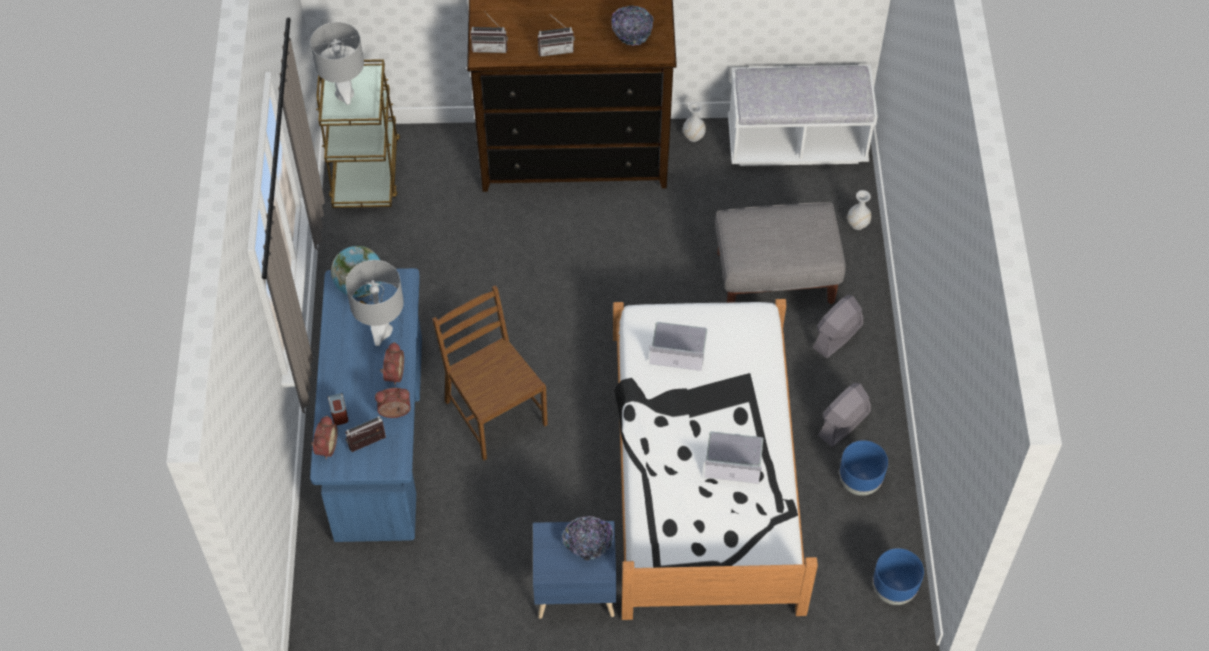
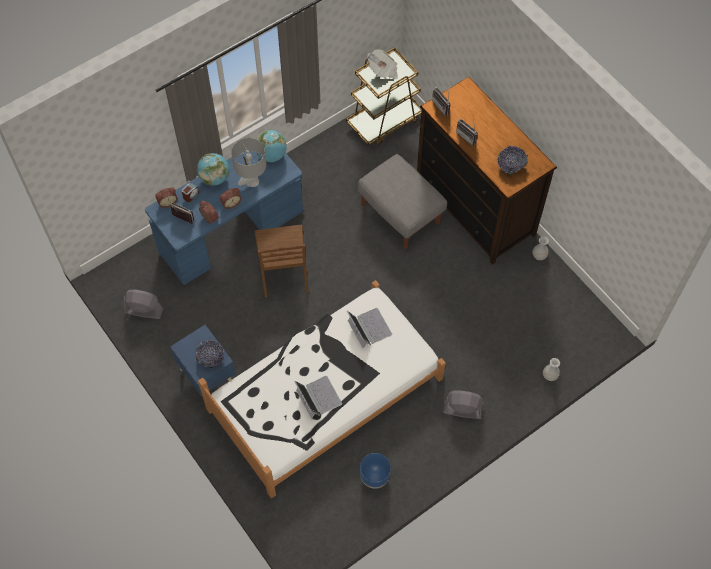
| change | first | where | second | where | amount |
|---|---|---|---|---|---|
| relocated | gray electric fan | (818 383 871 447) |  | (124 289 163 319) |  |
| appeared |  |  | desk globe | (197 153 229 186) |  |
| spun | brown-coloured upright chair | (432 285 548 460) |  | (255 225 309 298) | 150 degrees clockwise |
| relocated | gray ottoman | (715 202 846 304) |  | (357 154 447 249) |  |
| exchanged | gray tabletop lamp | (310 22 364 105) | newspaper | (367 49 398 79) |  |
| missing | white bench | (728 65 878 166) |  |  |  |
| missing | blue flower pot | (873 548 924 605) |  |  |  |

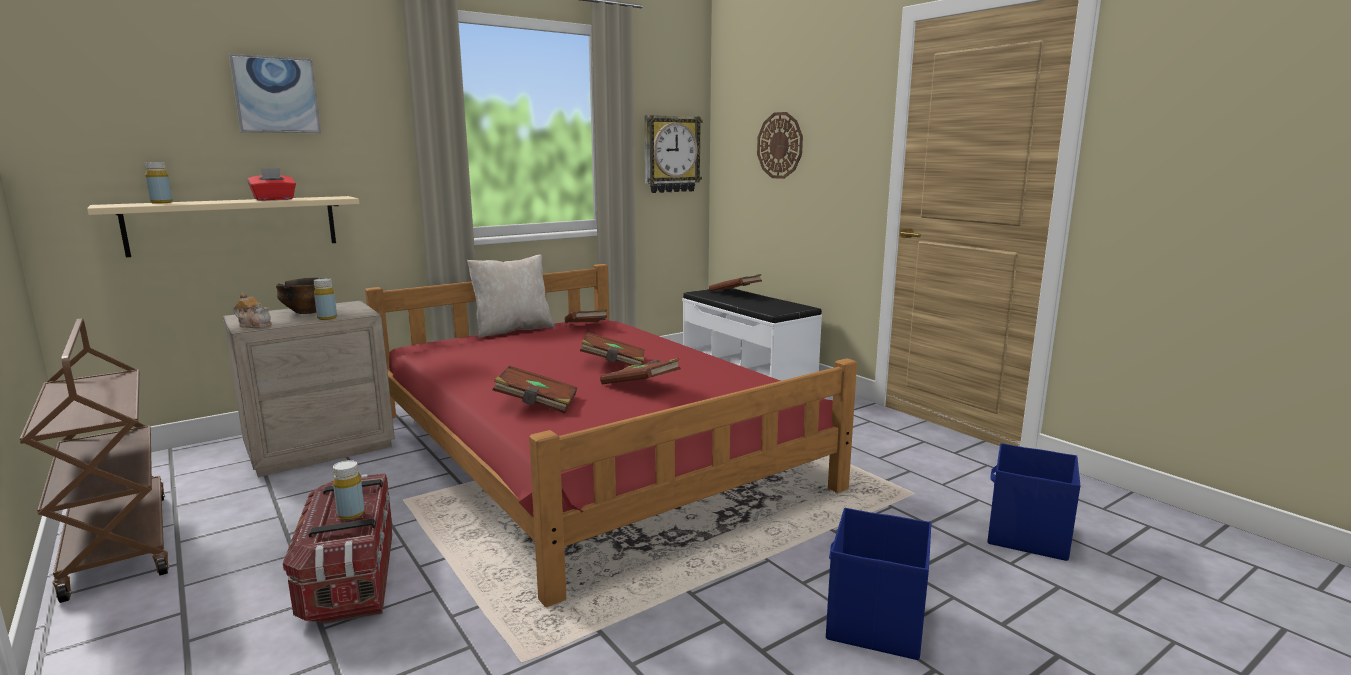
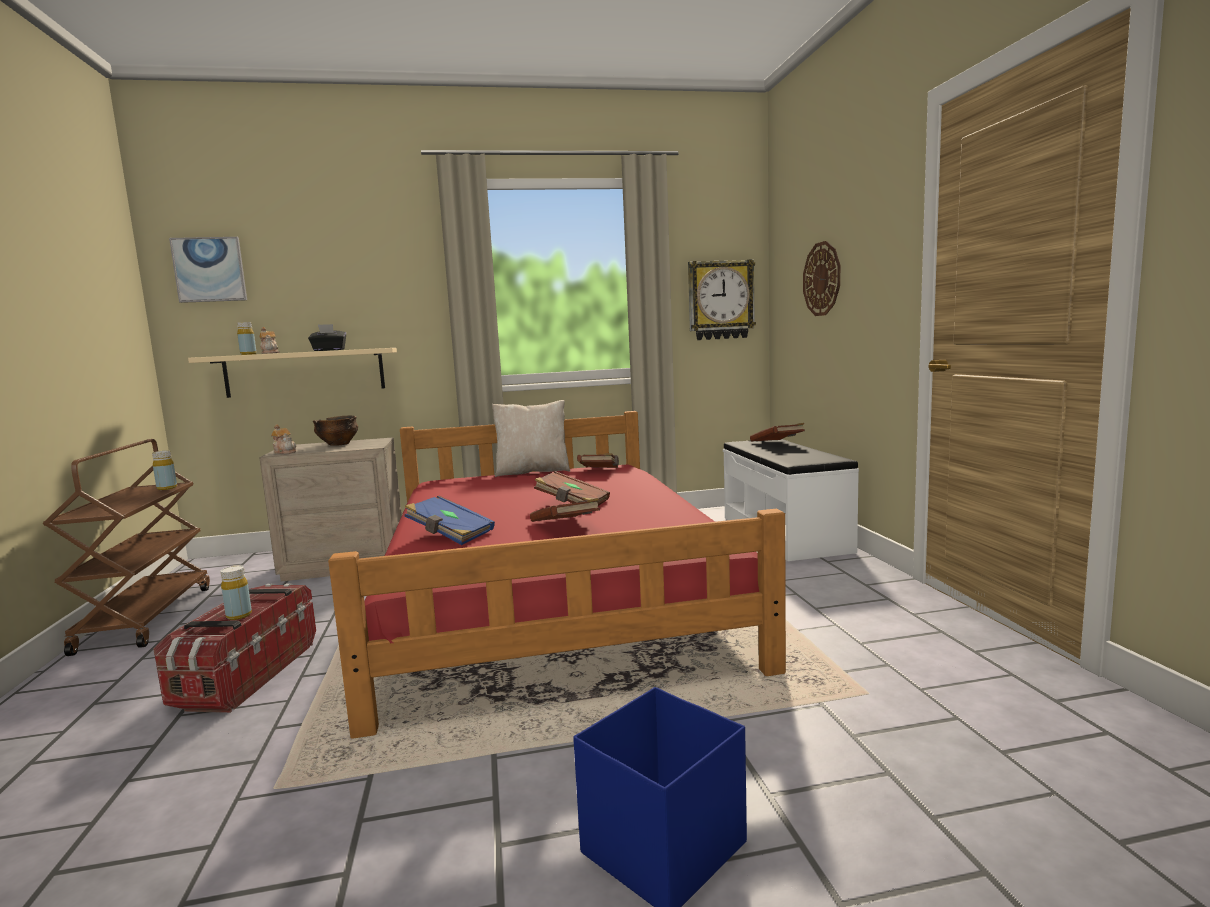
| change | first | where | second | where | amount |
|---|---|---|---|---|---|
| relocated | yellow bottle | (314 278 337 320) |  | (152 450 177 490) |  |
| relocated | wall art | (229 54 321 133) |  | (169 237 247 303) |  |
| appeared |  |  | tea pot | (260 327 280 354) |  |
| colour | red box of tissues | (247 168 296 200) | black box of tissues | (308 324 346 351) |  |
| colour | brown-coloured book | (493 366 577 414) | blue book | (405 496 495 545) |  |
| missing | blue storage box | (988 443 1080 561) |  |  |  |

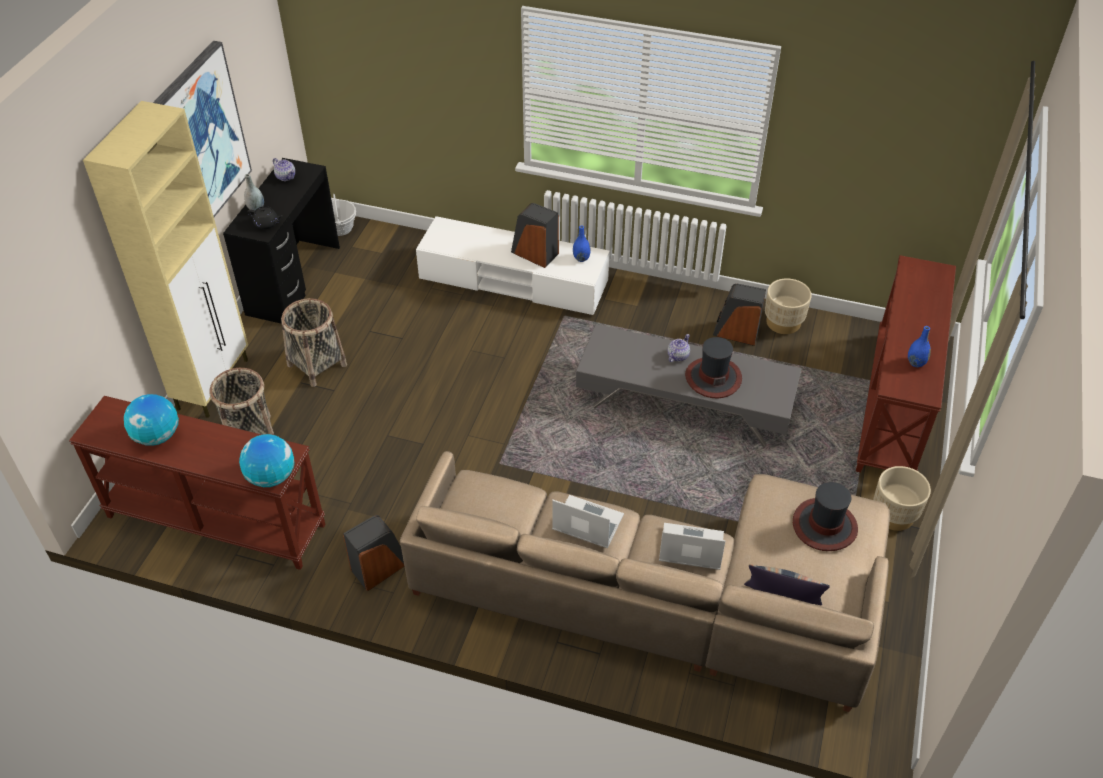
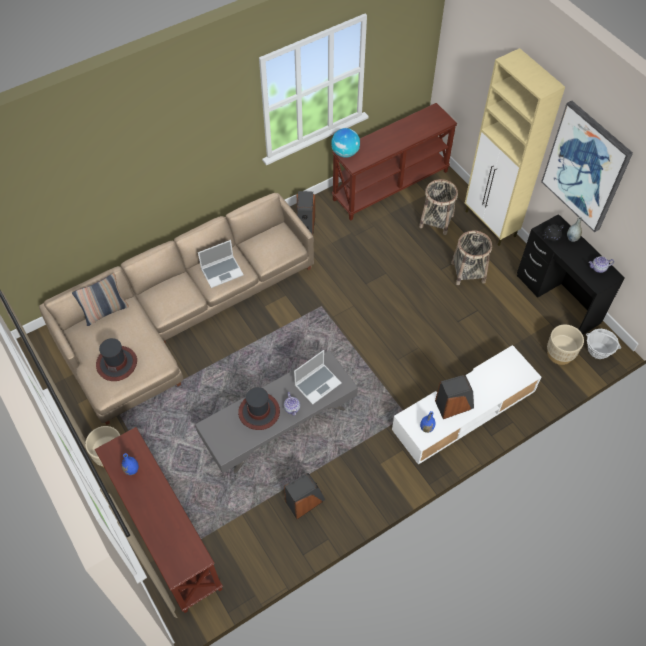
| change | first | where | second | where | amount |
|---|---|---|---|---|---|
| relocated | notebook computer | (659 523 726 570) |  | (294 350 342 405) |  |
| relocated | beige-coloured flower pot | (765 278 812 334) |  | (547 325 584 365) |  |
| missing | desk globe | (124 394 179 446) |  |  |  |

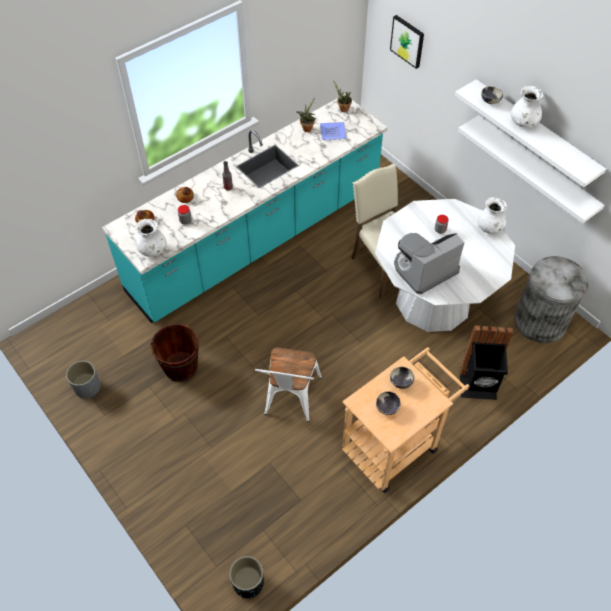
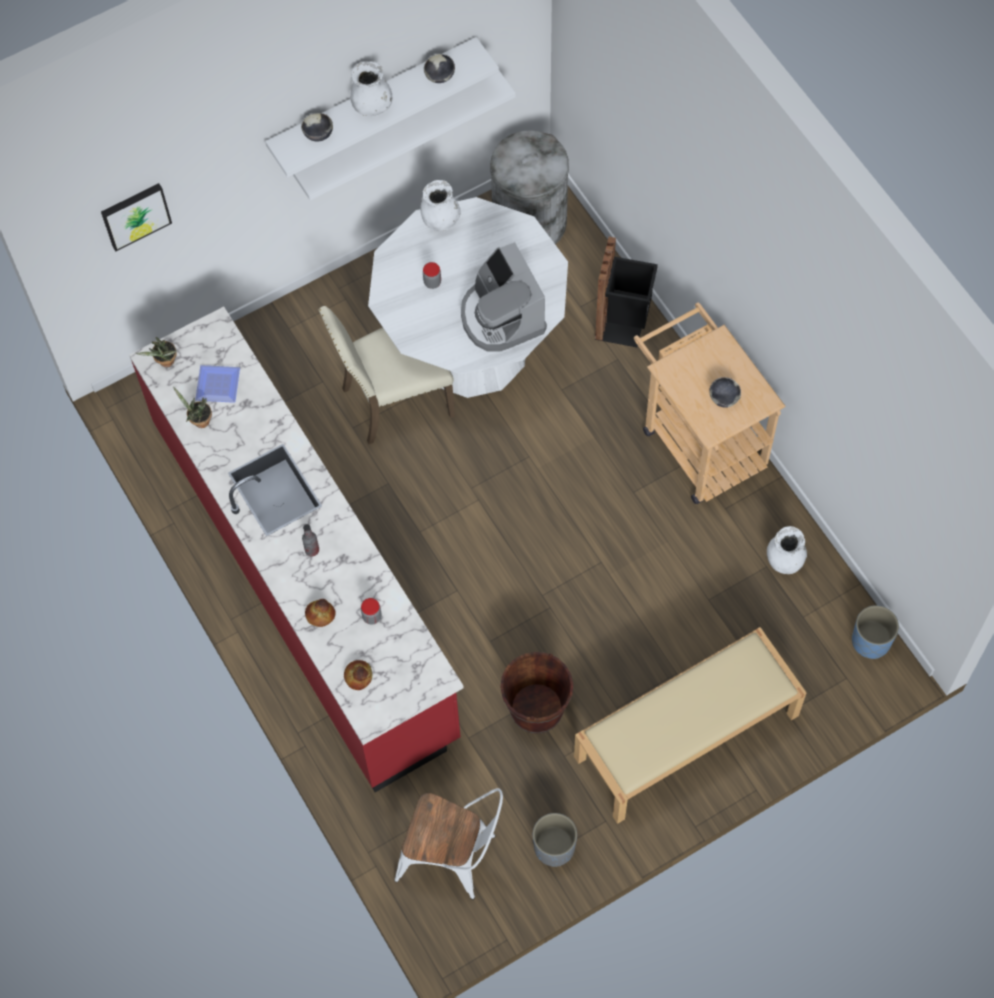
| change | first | where | second | where | amount |
|---|---|---|---|---|---|
| colour | turquoise kitchen counter | (102 94 388 323) | red kitchen counter | (129 307 464 792) |  |
| relocated | white upright chair | (255 347 322 422) |  | (394 788 503 900) |  |
| relocated | deep dish | (390 367 414 389) |  | (424 54 455 83) |  |
| appeared |  |  | beige-coloured bench | (574 627 807 824) |  |
| relocated | white vase | (135 219 167 257) |  | (767 526 807 574) |  |
| colour | black flower pot | (229 556 264 598) | blue flower pot | (852 605 899 659) |  |

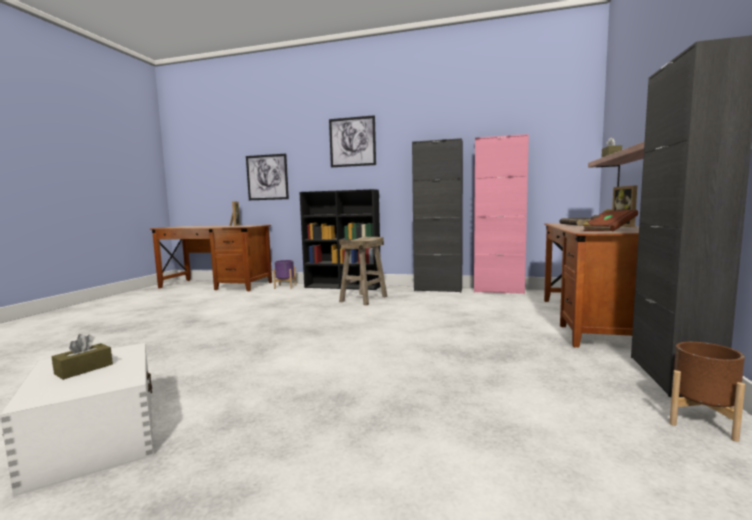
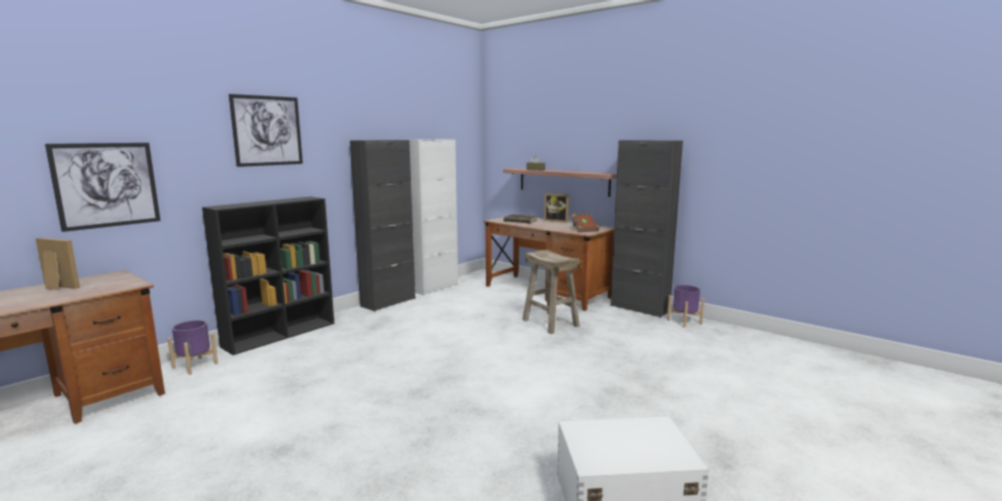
| change | first | where | second | where | amount |
|---|---|---|---|---|---|
| colour | pinkish cabinet | (474 134 529 294) | white cabinet | (409 139 458 295) |  |
| relocated | beige-coloured sitting stool | (339 237 388 306) |  | (522 249 580 334) |  |
| colour | brown-coloured flower pot | (670 342 745 442) | purple flower pot | (667 285 704 328) |  |
| missing | brown-coloured box of tissues | (52 334 113 380) |  |  |  |

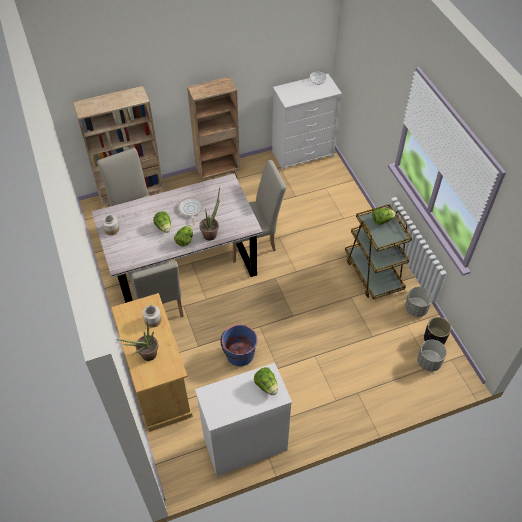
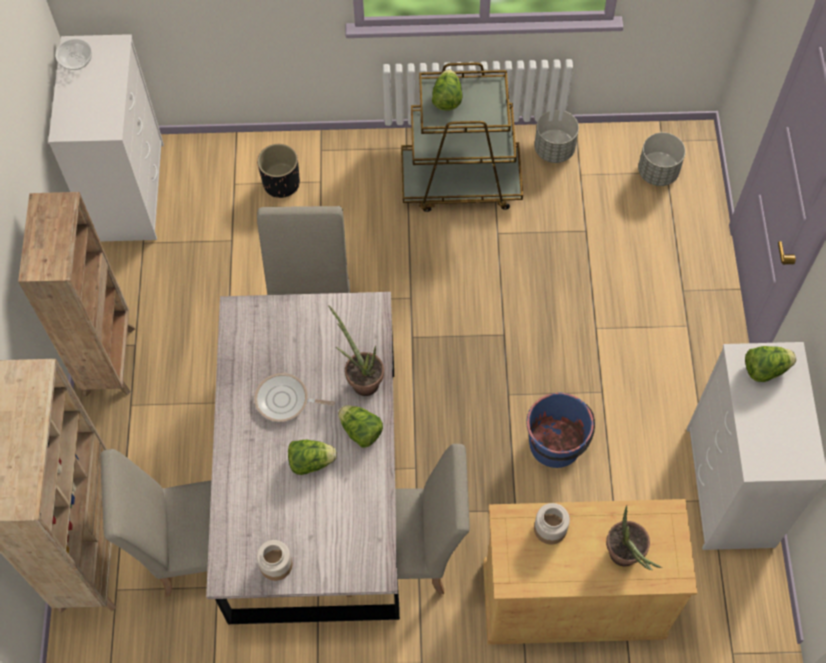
| change | first | where | second | where | amount |
|---|---|---|---|---|---|
| relocated | black flower pot | (424 317 451 345) |  | (257 144 300 198) |  |

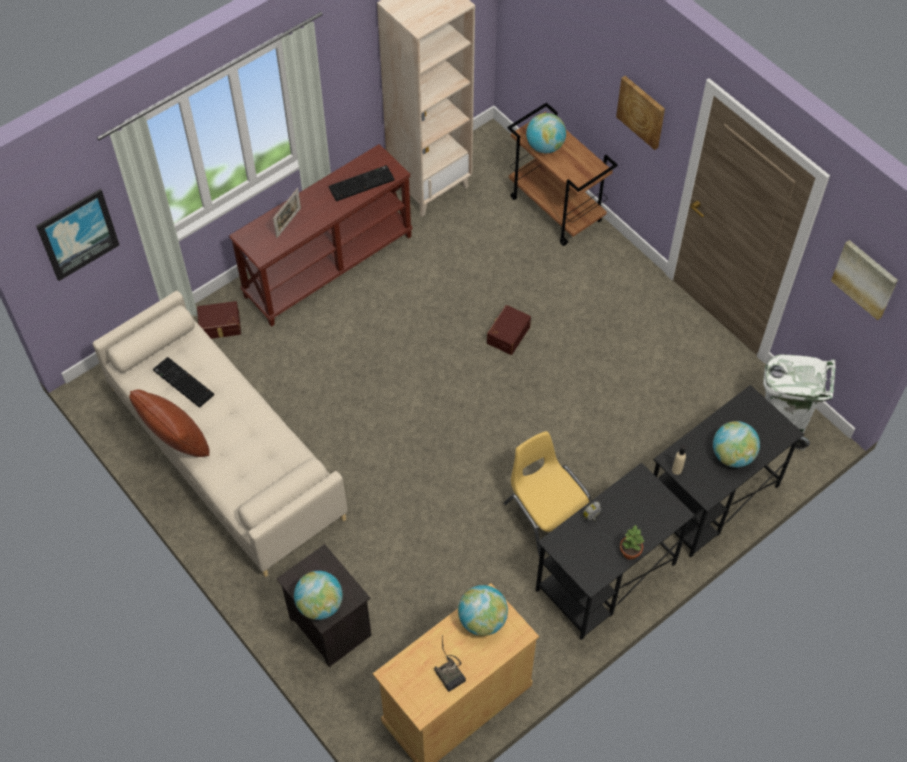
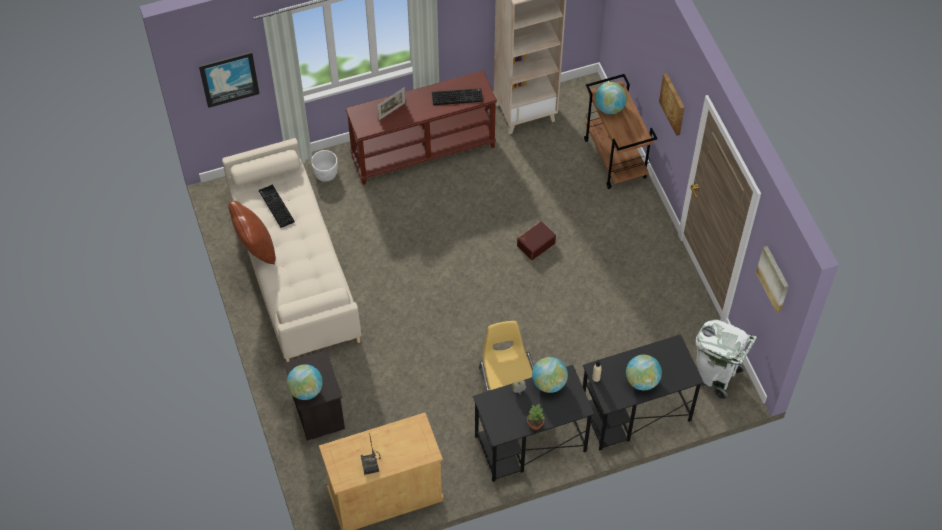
| change | first | where | second | where | amount |
|---|---|---|---|---|---|
| exchanged | brown-coloured storage box | (197 301 241 339) | white flower pot | (311 150 338 182) |  |
| relocated | desk globe | (458 585 508 636) |  | (532 357 568 393) |  |

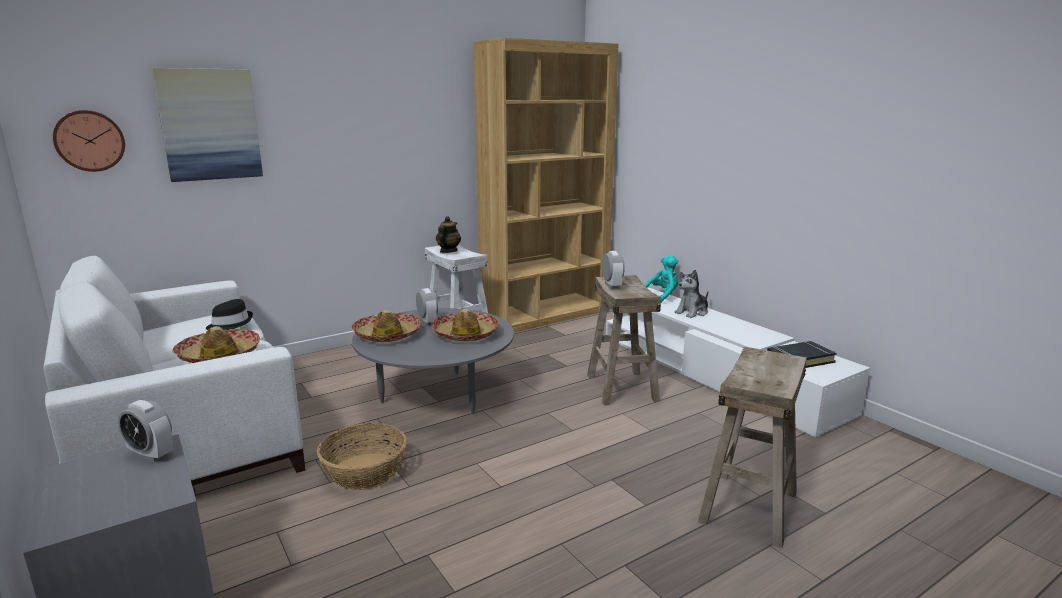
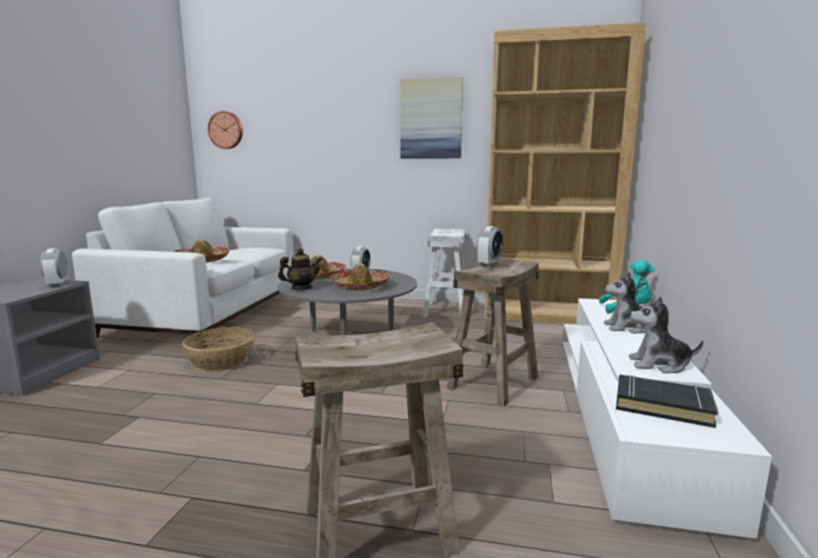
| change | first | where | second | where | amount |
|---|---|---|---|---|---|
| relocated | tea pot | (436 216 461 253) |  | (278 248 322 290) |  |
| relocated | wall art | (152 68 263 182) |  | (400 77 463 159) |  |
| appeared |  |  | cuddly toy | (629 296 703 373) |  |
| missing | black clothing hat | (206 299 253 330) |  |  |  |

